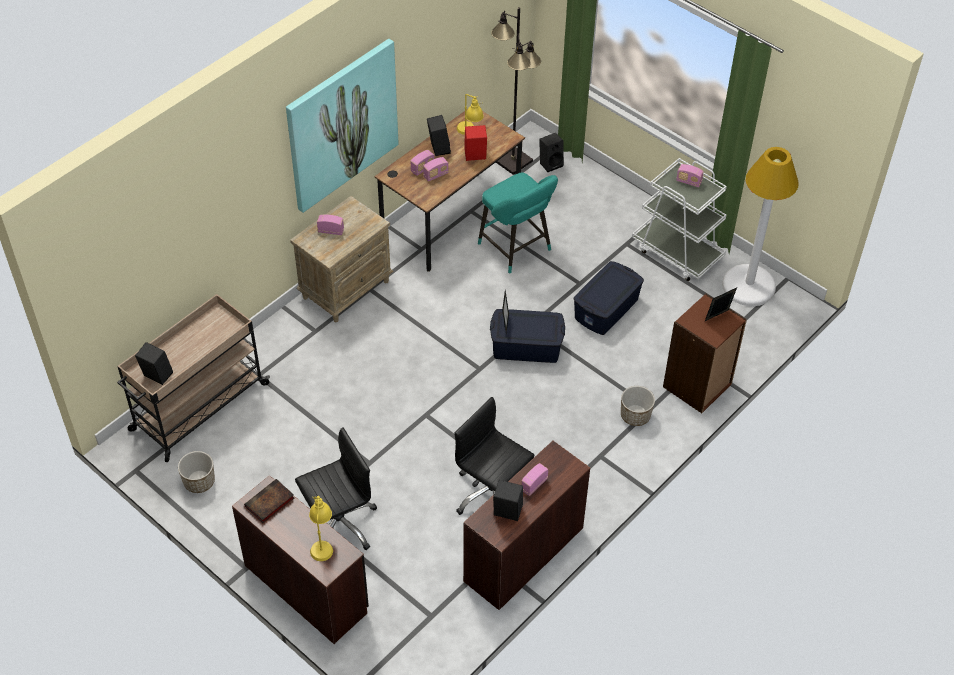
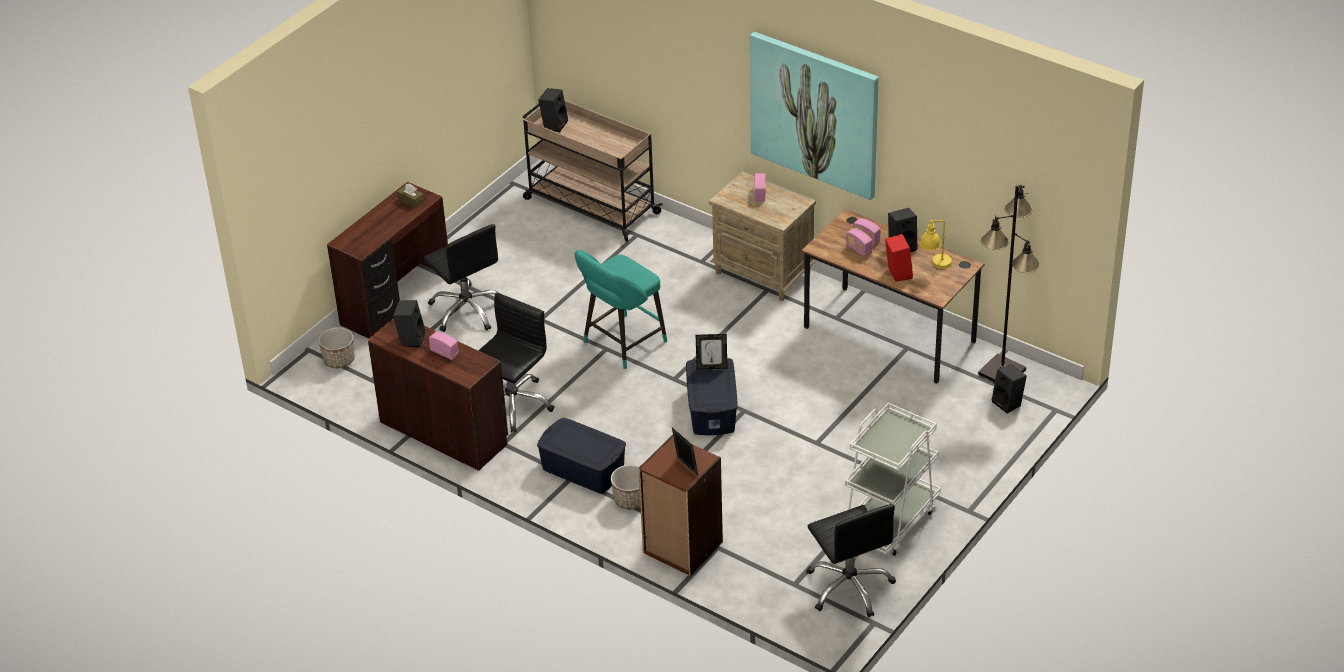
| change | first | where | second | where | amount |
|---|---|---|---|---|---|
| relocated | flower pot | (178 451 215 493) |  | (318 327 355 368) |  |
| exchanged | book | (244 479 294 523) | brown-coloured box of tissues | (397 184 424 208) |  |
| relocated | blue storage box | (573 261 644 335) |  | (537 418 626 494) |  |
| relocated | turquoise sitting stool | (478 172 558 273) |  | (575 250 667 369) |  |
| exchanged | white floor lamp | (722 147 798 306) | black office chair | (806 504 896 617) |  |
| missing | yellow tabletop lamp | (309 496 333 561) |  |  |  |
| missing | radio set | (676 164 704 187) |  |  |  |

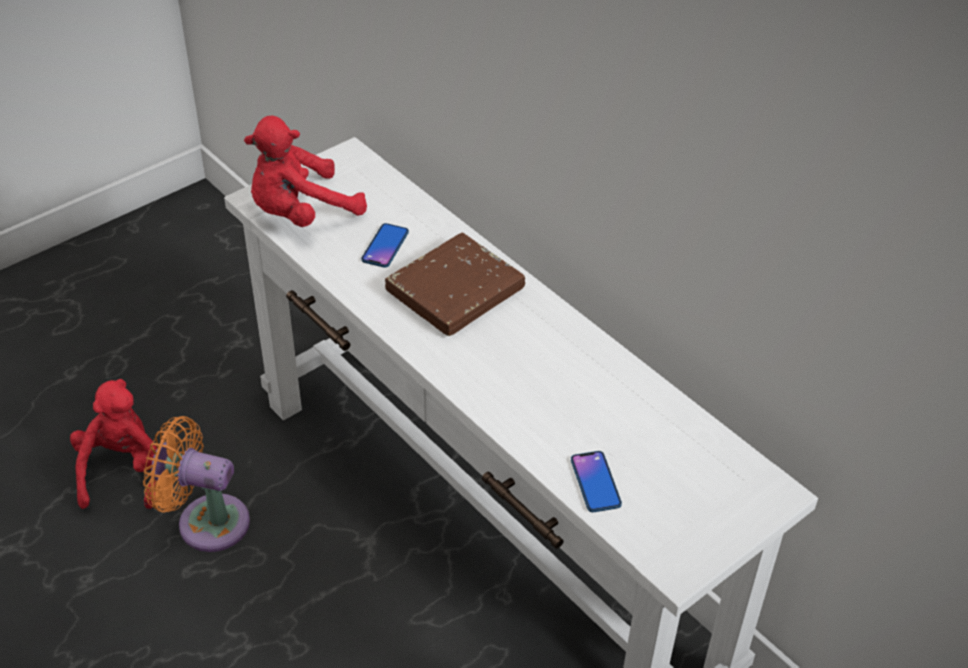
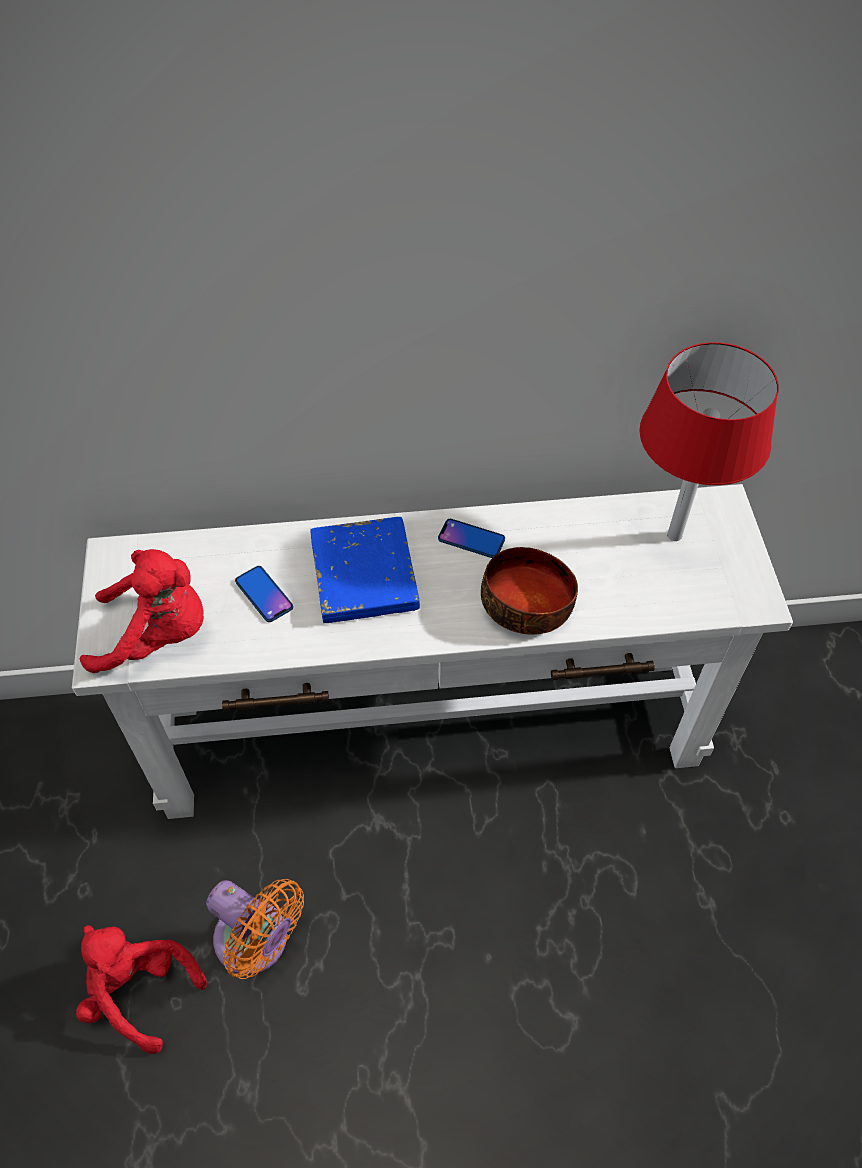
| change | first | where | second | where | amount |
|---|---|---|---|---|---|
| spun | red cuddly toy | (244 116 367 227) |  | (80 549 204 673) | 90 degrees counterclockwise |
| spun | orange electric fan | (143 416 250 552) |  | (206 879 304 979) | 105 degrees counterclockwise |
| colour | brown-coloured book | (385 233 525 336) | blue book | (311 517 420 623) |  |
| relocated | telephone | (571 451 622 512) |  | (438 519 505 558) |  |
| appeared |  |  | deep dish | (481 547 578 635) |  |
| appeared |  |  | red tabletop lamp | (639 342 779 541) |  |

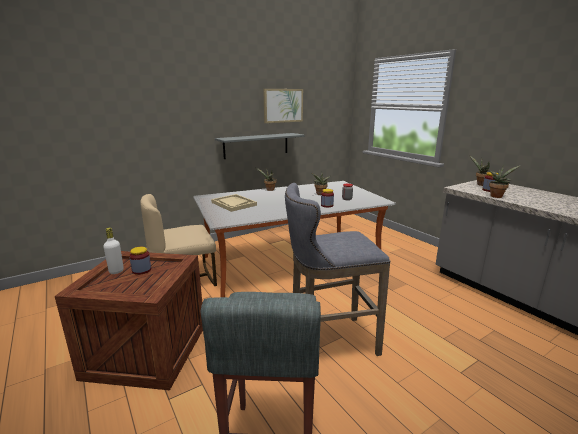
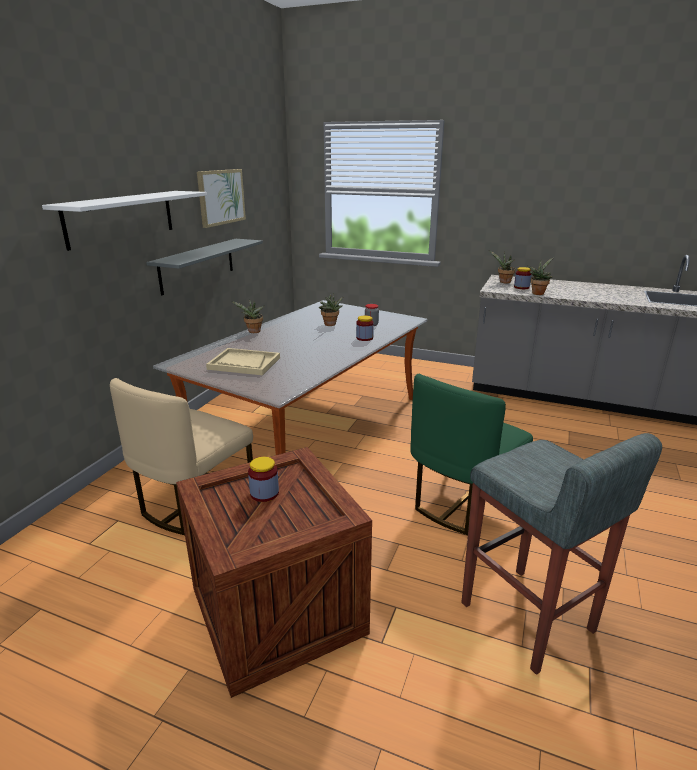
| change | first | where | second | where | amount |
|---|---|---|---|---|---|
| appeared |  |  | white shelf | (42 191 207 251) |  |
| exchanged | gray sitting stool | (285 183 390 356) | greenish upright chair | (410 374 533 535) |  |
| missing | white bottle | (104 227 124 274) |  |  |  |

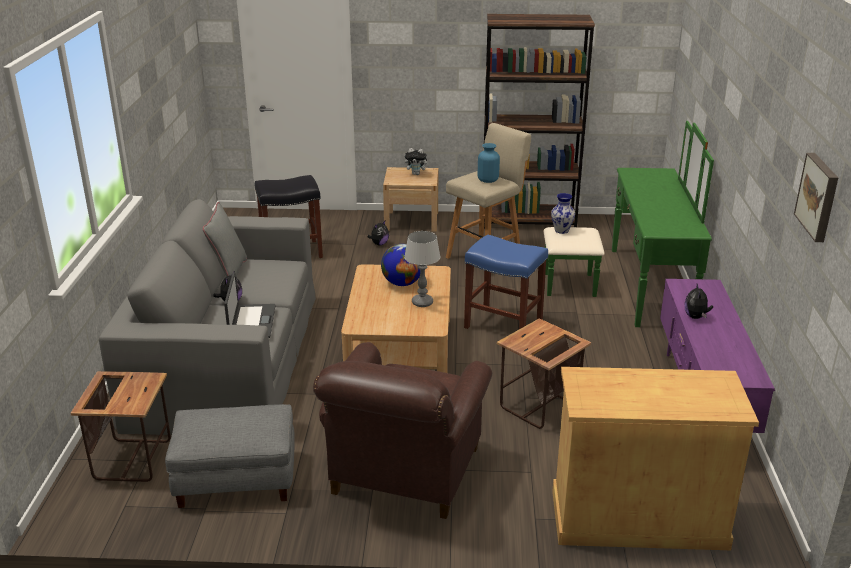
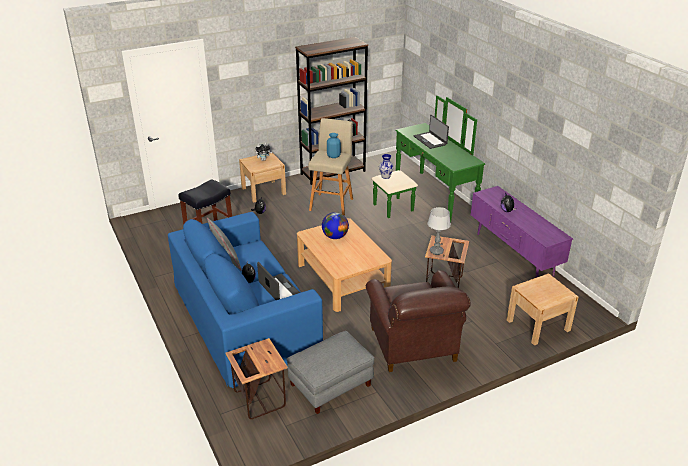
| change | first | where | second | where | amount |
|---|---|---|---|---|---|
| colour | gray couch | (99 199 316 435) | blue couch | (168 212 323 388) |  |
| appeared |  |  | notebook computer | (413 115 449 149) |  |
| relocated | tabletop lamp | (404 231 440 307) |  | (427 207 451 255) |  |
| exchanged | beige-coloured cabinet | (552 367 759 550) | beige-coloured night table | (507 273 578 346) |  |
| missing | blue sitting stool | (464 235 548 329) |  |  |  |
| missing | wall art | (794 153 838 242) |  |  |  |

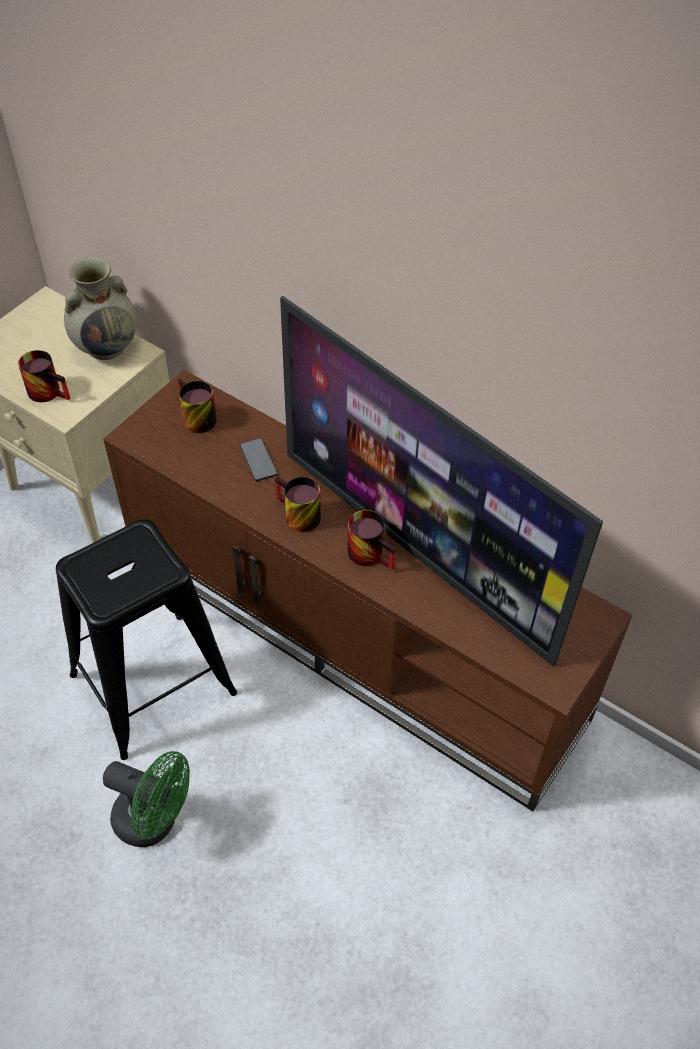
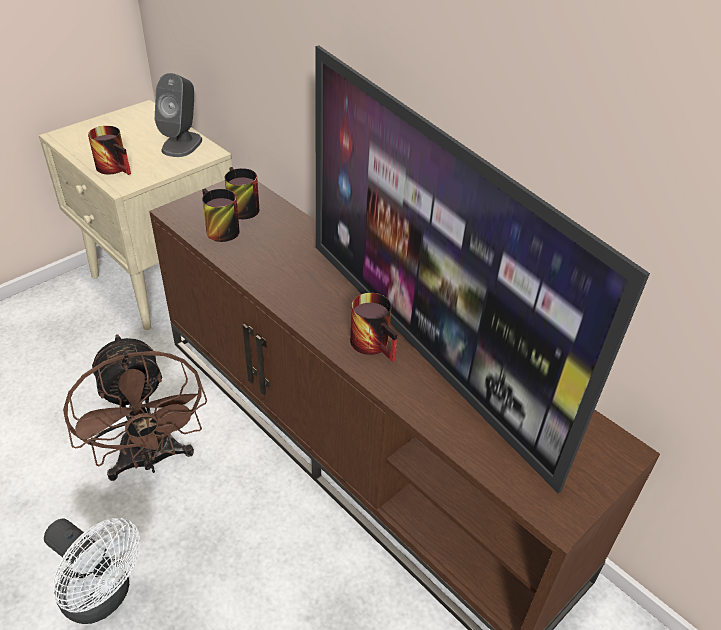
| change | first | where | second | where | amount |
|---|---|---|---|---|---|
| colour | greenish electric fan | (103 751 190 847) | white electric fan | (44 518 141 624) |  |
| exchanged | black sitting stool | (56 519 237 760) | brown-coloured electric fan | (63 334 207 481) |  |
| exchanged | beige-coloured vase | (64 257 137 360) | gray loudspeaker | (155 73 202 157) |  |
| relocated | tea mug | (275 476 321 532) |  | (202 189 240 242) |  |
| missing | telephone | (240 438 278 481) |  |  |  |

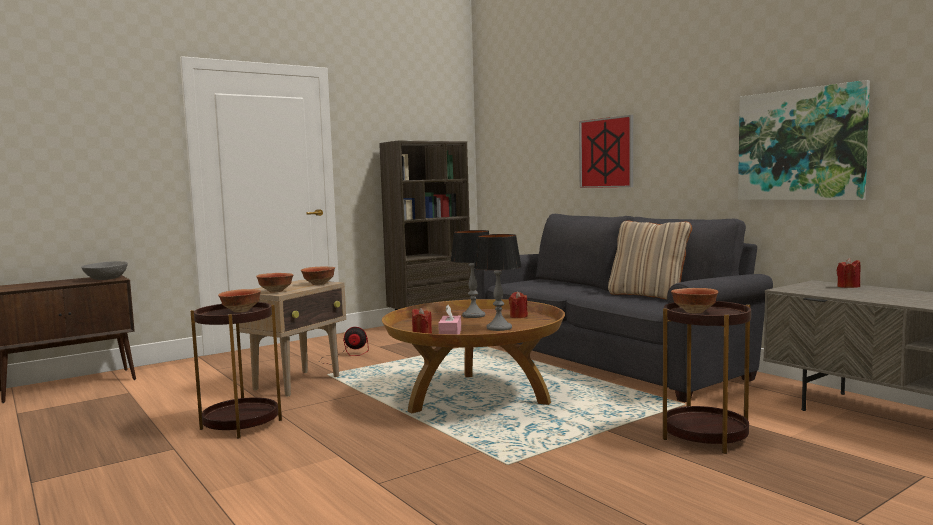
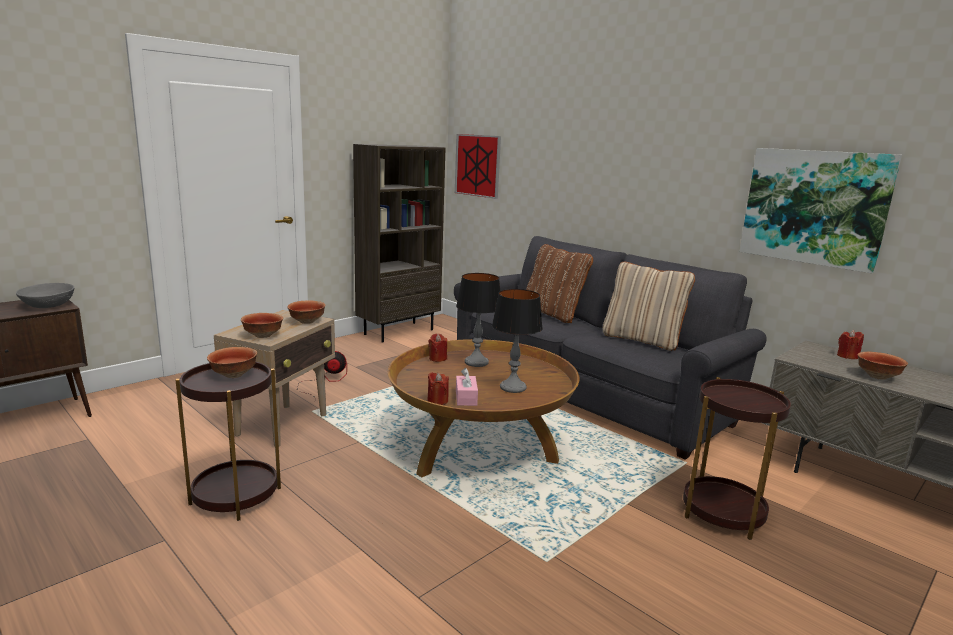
| change | first | where | second | where | amount |
|---|---|---|---|---|---|
| relocated | red wax light | (509 291 528 318) |  | (429 334 447 362) |  |
| relocated | wall art | (579 115 633 188) |  | (455 134 501 199) |  |
| appeared |  |  | brown-coloured cushion | (526 244 593 323) |  |
| relocated | deep dish | (671 288 719 313) |  | (857 352 908 380) |  |

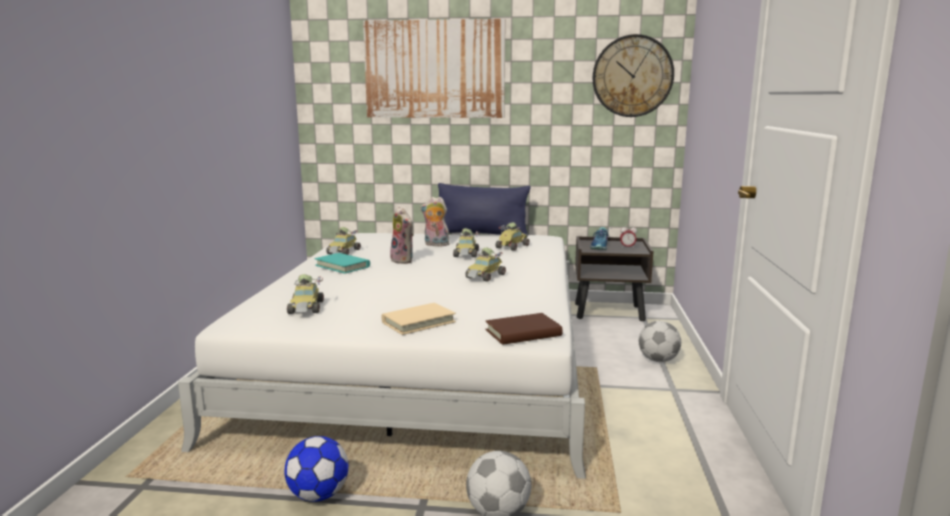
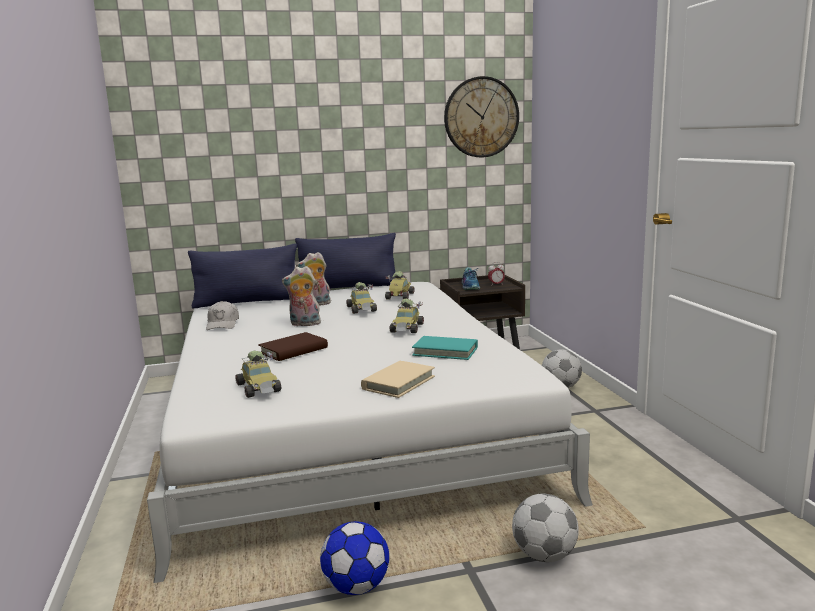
| change | first | where | second | where | amount |
|---|---|---|---|---|---|
| appeared |  |  | blue cushion | (188 243 297 308) |  |
| exchanged | model car | (326 227 361 255) | white baseball cap | (206 301 239 330) |  |
| relocated | brown-coloured book | (485 313 563 345) |  | (258 332 328 361) |  |
| spun | cuddly toy | (390 207 414 264) |  | (282 266 321 326) | 150 degrees clockwise |
| relocated | turquoise book | (315 253 370 274) |  | (412 336 478 360) |  |
| missing | wall art | (363 19 506 118) |  |  |  |

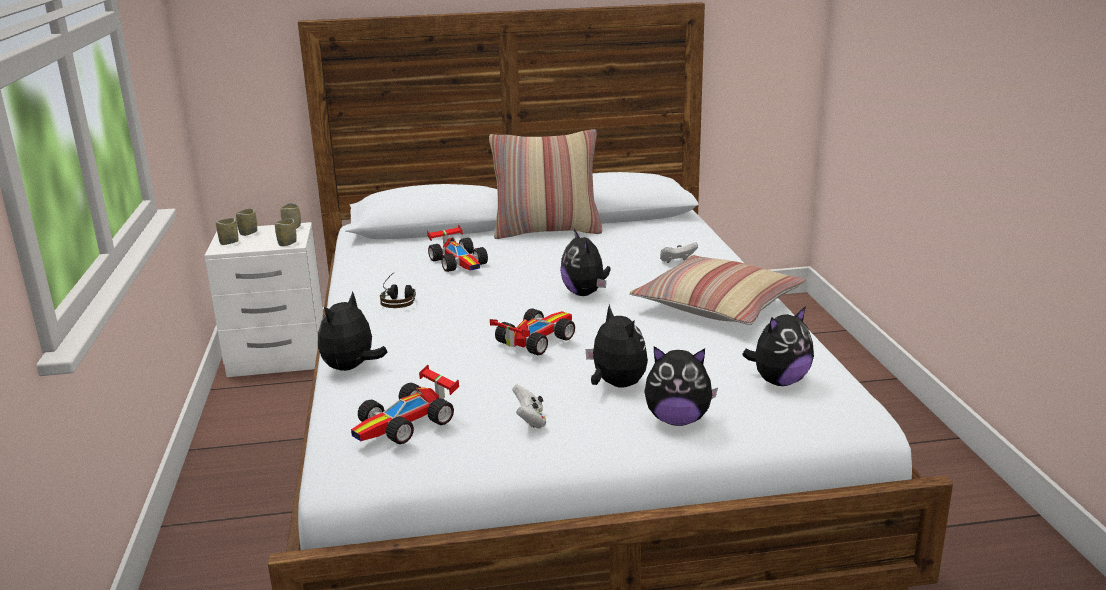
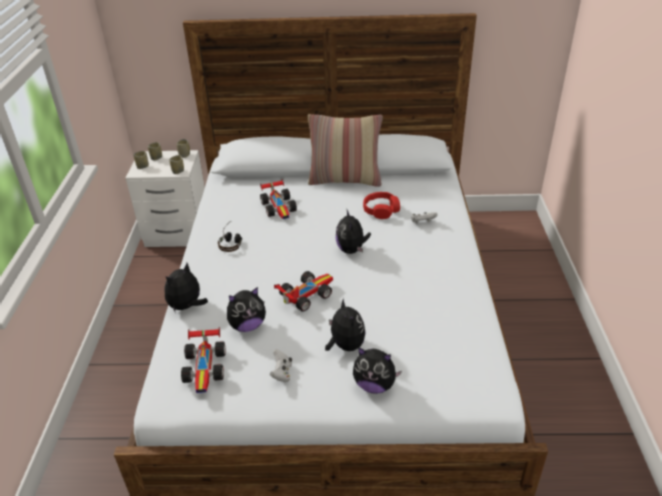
| change | first | where | second | where | amount |
|---|---|---|---|---|---|
| spun | model car | (351 365 459 444) |  | (181 327 226 393) | 60 degrees counterclockwise |
| relocated | cuddly toy | (742 306 814 386) |  | (227 287 266 332) |  |
| appeared |  |  | red headset | (363 192 400 219) |  |
| missing | cushion | (629 255 806 325) |  |  |  |

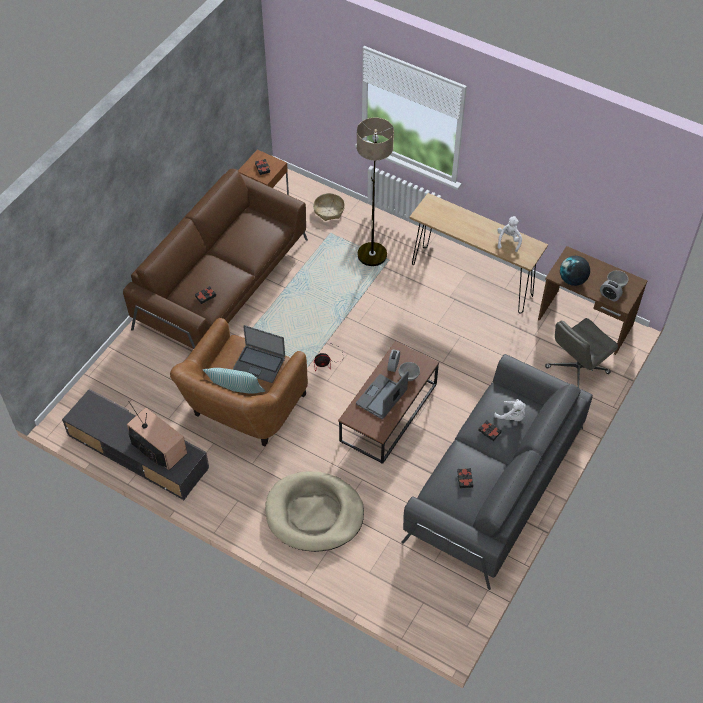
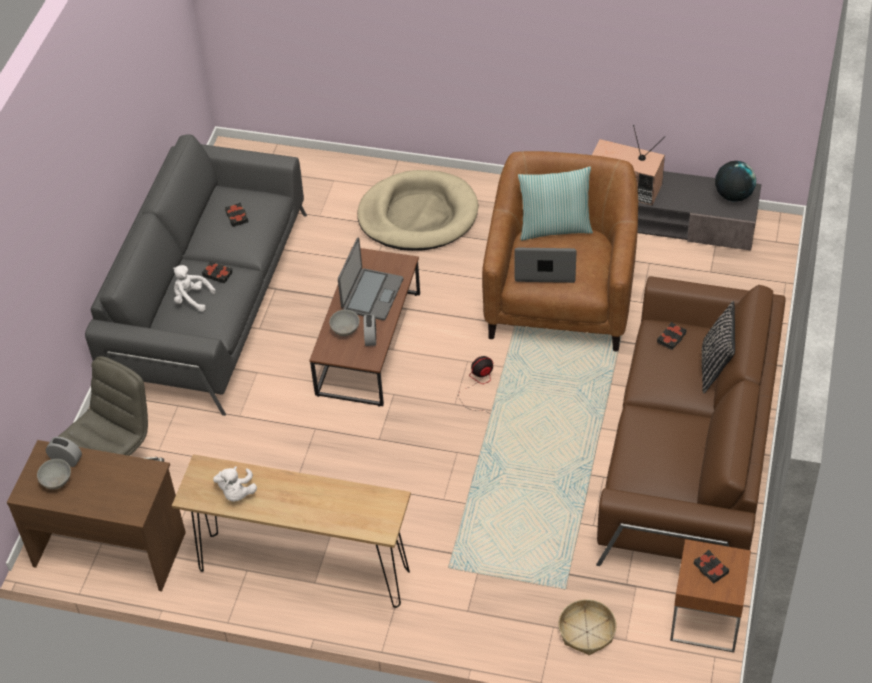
| change | first | where | second | where | amount |
|---|---|---|---|---|---|
| appeared |  |  | black cushion | (702 301 735 394) |  |
| relocated | desk globe | (560 256 590 286) |  | (715 161 756 202) |  |
| missing | floor lamp | (357 118 394 266) |  |  |  |

